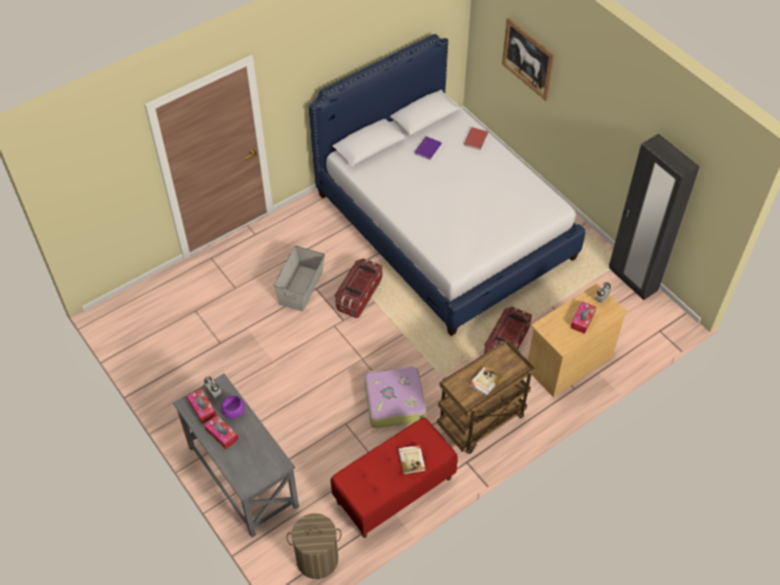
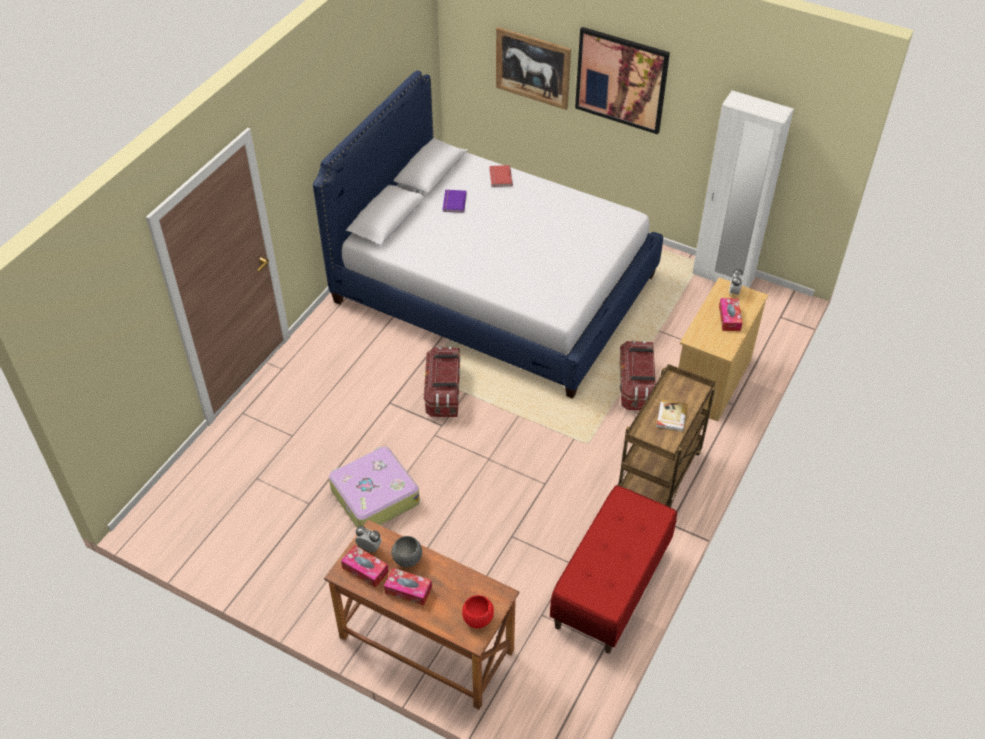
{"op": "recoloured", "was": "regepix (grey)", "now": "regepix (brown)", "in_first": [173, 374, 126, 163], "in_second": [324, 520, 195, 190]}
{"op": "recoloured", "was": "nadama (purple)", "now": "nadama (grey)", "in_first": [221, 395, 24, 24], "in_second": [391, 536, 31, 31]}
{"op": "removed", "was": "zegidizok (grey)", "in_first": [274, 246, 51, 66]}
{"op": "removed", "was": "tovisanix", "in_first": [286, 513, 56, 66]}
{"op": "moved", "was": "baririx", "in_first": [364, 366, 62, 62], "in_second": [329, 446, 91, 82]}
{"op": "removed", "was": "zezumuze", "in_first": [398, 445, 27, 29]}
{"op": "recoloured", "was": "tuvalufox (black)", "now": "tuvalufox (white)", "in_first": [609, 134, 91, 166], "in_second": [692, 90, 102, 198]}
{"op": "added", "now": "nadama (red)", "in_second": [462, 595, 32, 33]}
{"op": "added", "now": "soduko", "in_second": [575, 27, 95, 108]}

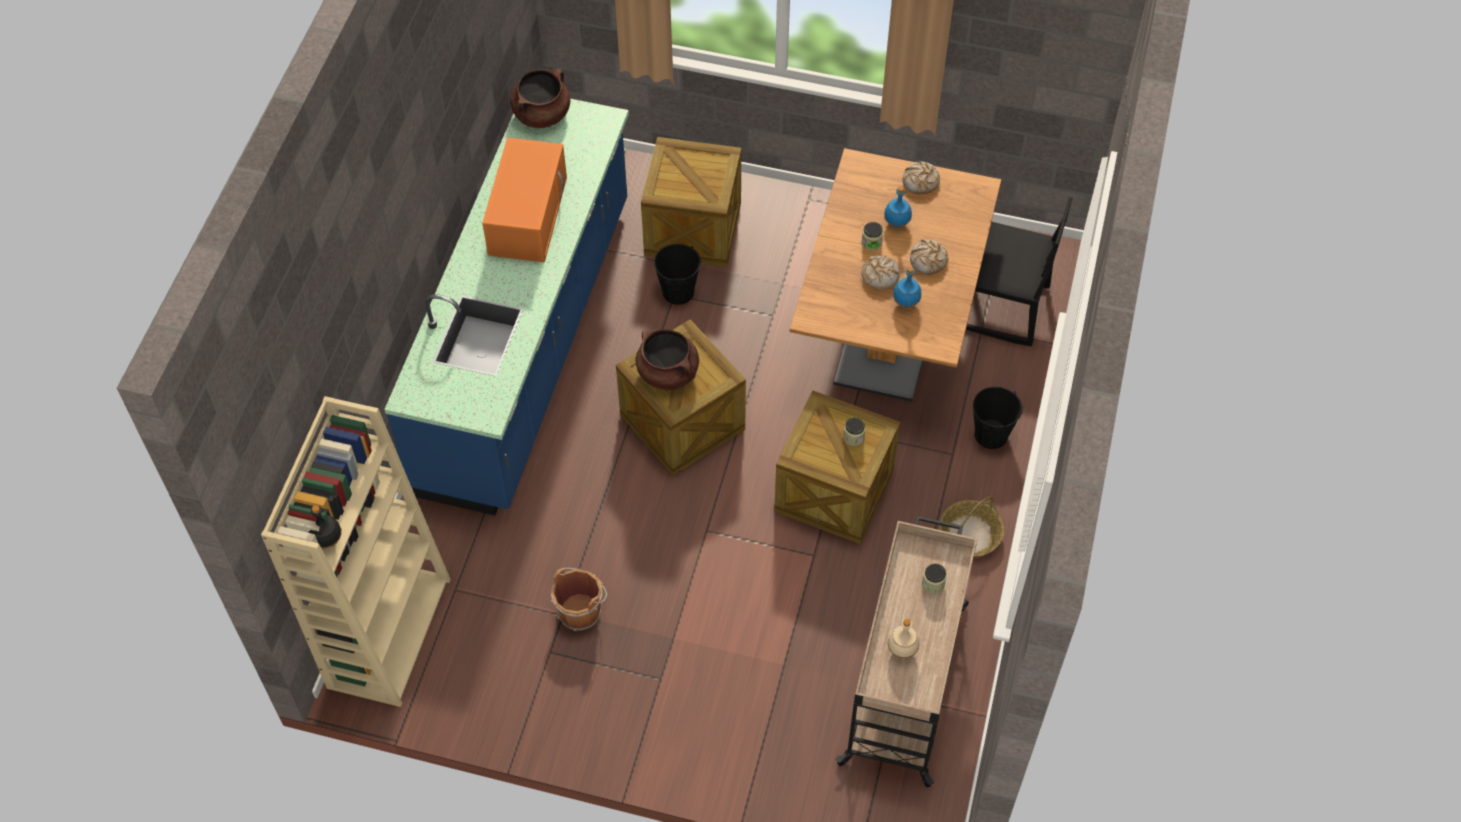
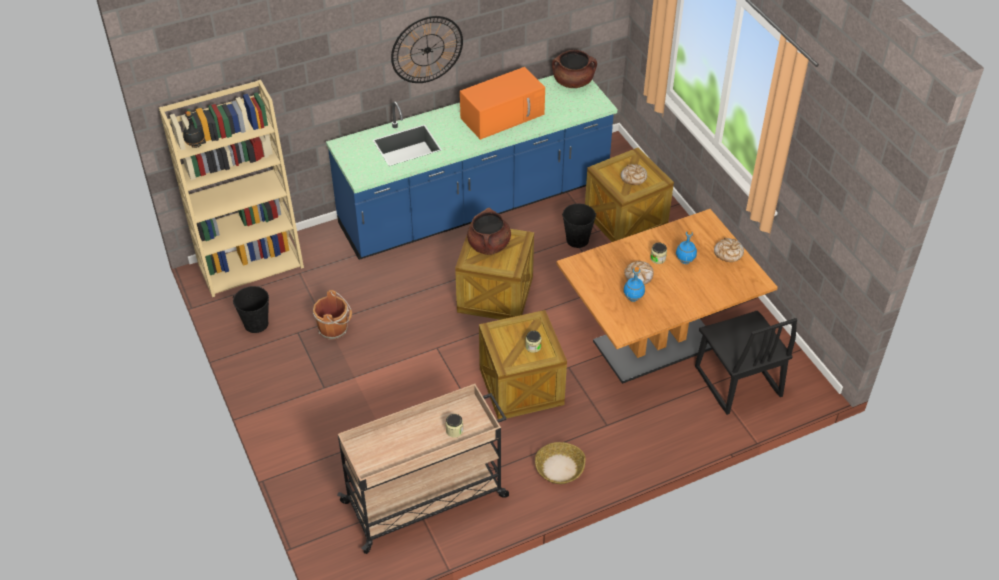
{"op": "removed", "was": "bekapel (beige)", "in_first": [887, 619, 32, 39]}
{"op": "moved", "was": "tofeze", "in_first": [910, 240, 38, 35], "in_second": [621, 164, 26, 21]}
{"op": "moved", "was": "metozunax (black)", "in_first": [973, 387, 50, 62], "in_second": [233, 286, 36, 47]}
{"op": "added", "now": "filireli", "in_second": [391, 16, 72, 67]}

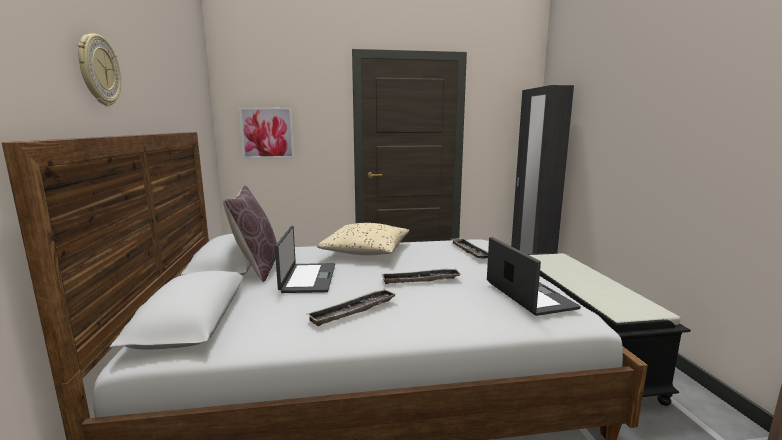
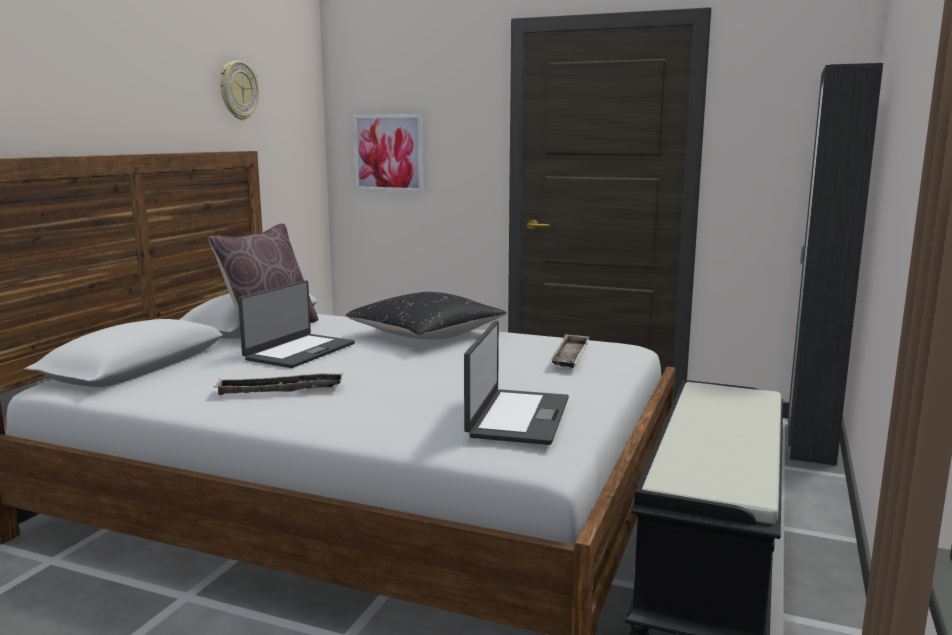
{"op": "moved", "was": "filireli", "in_first": [78, 33, 43, 73], "in_second": [220, 61, 39, 59]}
{"op": "recoloured", "was": "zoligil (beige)", "now": "zoligil (black)", "in_first": [317, 223, 92, 32], "in_second": [346, 292, 161, 48]}
{"op": "removed", "was": "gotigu", "in_first": [381, 268, 80, 16]}

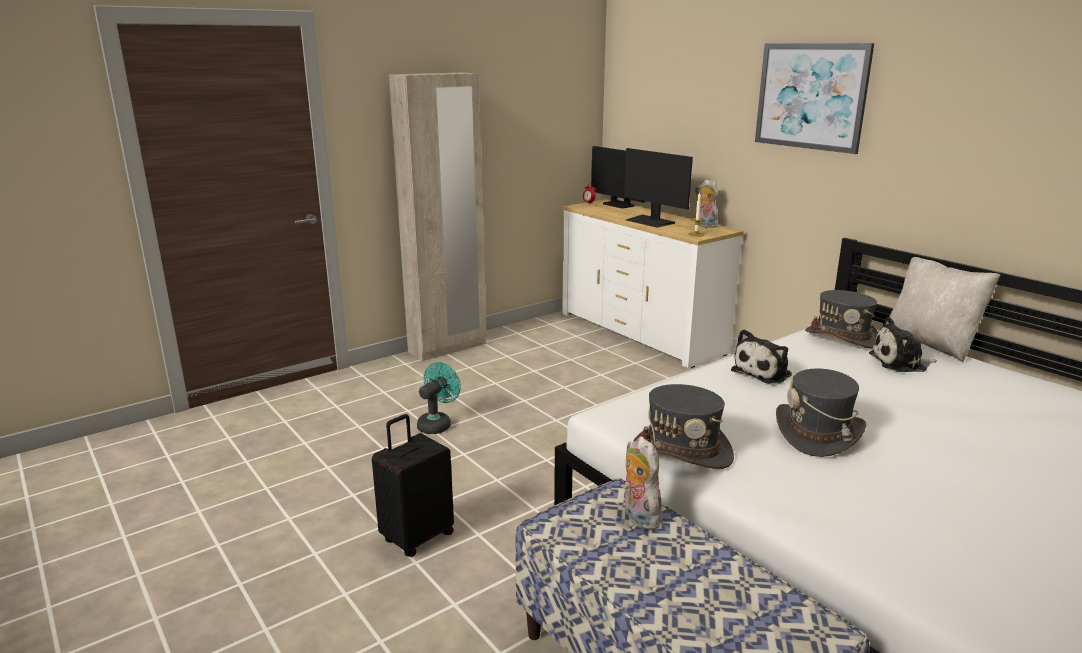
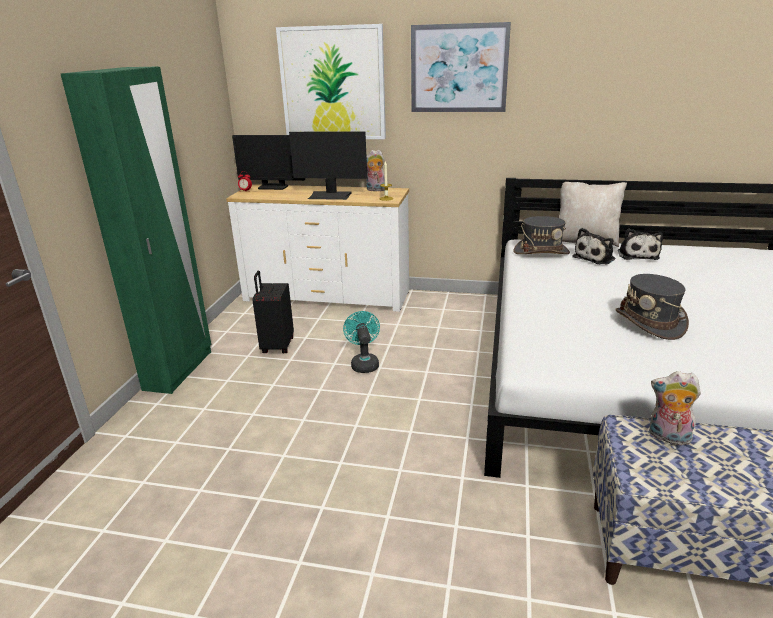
{"op": "moved", "was": "baririx (black)", "in_first": [372, 414, 82, 143], "in_second": [252, 271, 42, 82]}
{"op": "recoloured", "was": "tuvalufox (beige)", "now": "tuvalufox (green)", "in_first": [389, 73, 97, 288], "in_second": [61, 67, 150, 327]}
{"op": "moved", "was": "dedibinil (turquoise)", "in_first": [417, 362, 44, 72], "in_second": [343, 311, 37, 62]}
{"op": "removed", "was": "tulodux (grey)", "in_first": [633, 384, 101, 85]}
{"op": "moved", "was": "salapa", "in_first": [731, 329, 61, 54], "in_second": [618, 229, 45, 31]}
{"op": "added", "now": "soduko", "in_second": [276, 24, 110, 115]}

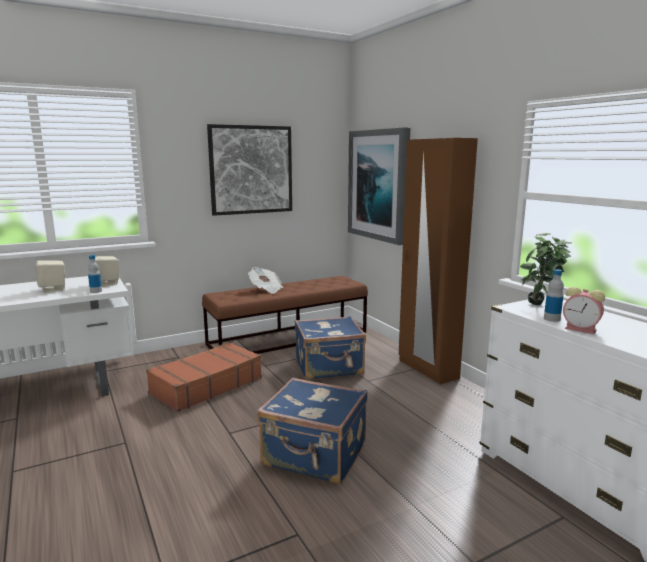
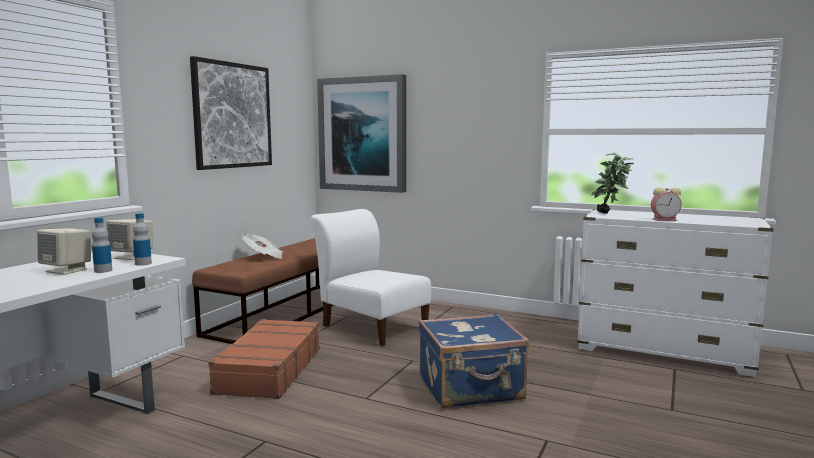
{"op": "replaced", "was": "baririx (blue)", "now": "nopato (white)", "in_first": [295, 316, 71, 63], "in_second": [311, 209, 120, 137]}
{"op": "removed", "was": "tuvalufox (brown)", "in_first": [399, 138, 79, 246]}
{"op": "moved", "was": "bekapel", "in_first": [544, 269, 20, 53], "in_second": [92, 217, 20, 56]}

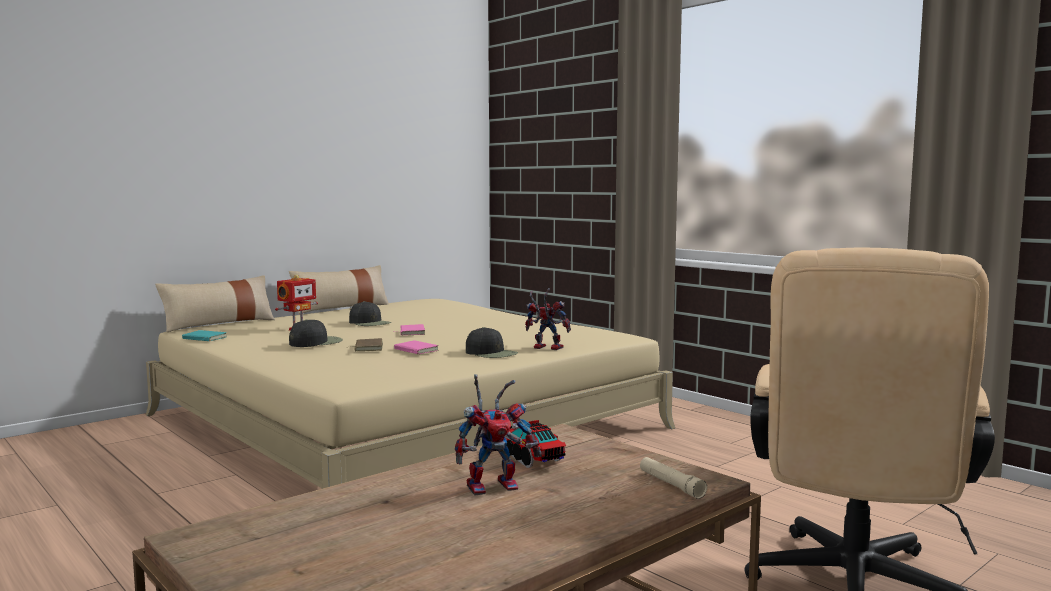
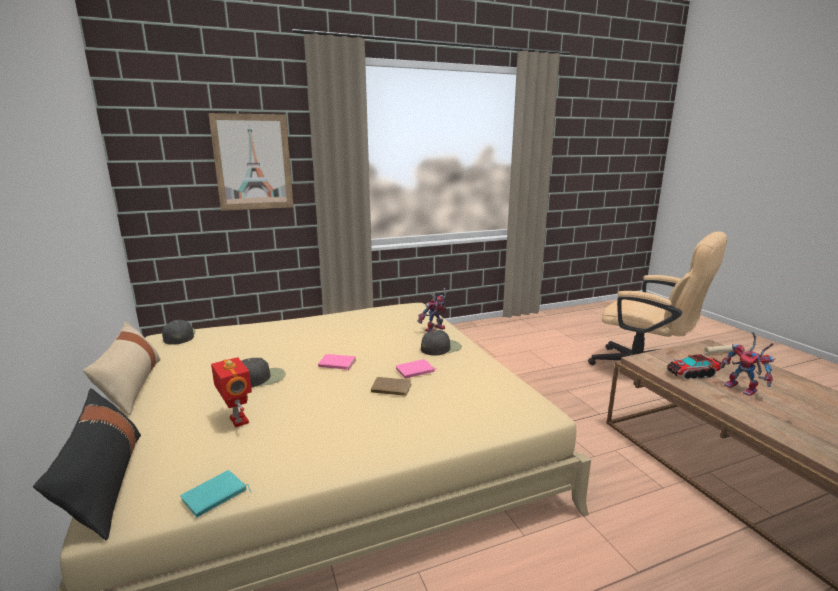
{"op": "recoloured", "was": "zoligil (beige)", "now": "zoligil (black)", "in_first": [155, 275, 120, 57], "in_second": [33, 388, 108, 153]}
{"op": "moved", "was": "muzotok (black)", "in_first": [289, 320, 54, 27], "in_second": [162, 320, 33, 25]}
{"op": "turned", "was": "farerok", "in_first": [455, 374, 87, 122], "in_second": [720, 331, 55, 65], "clockwise": 150}
{"op": "added", "now": "soduko", "in_second": [208, 113, 86, 98]}

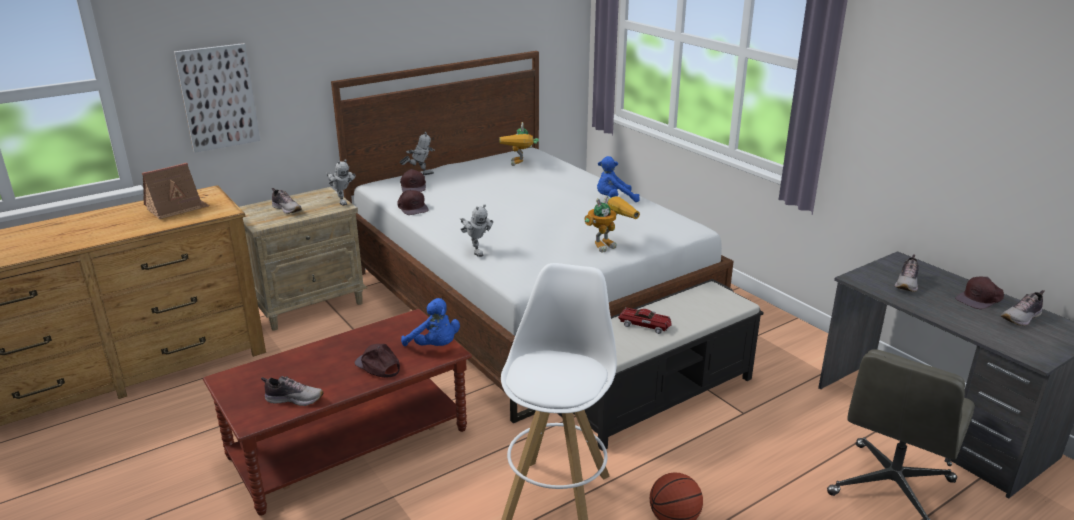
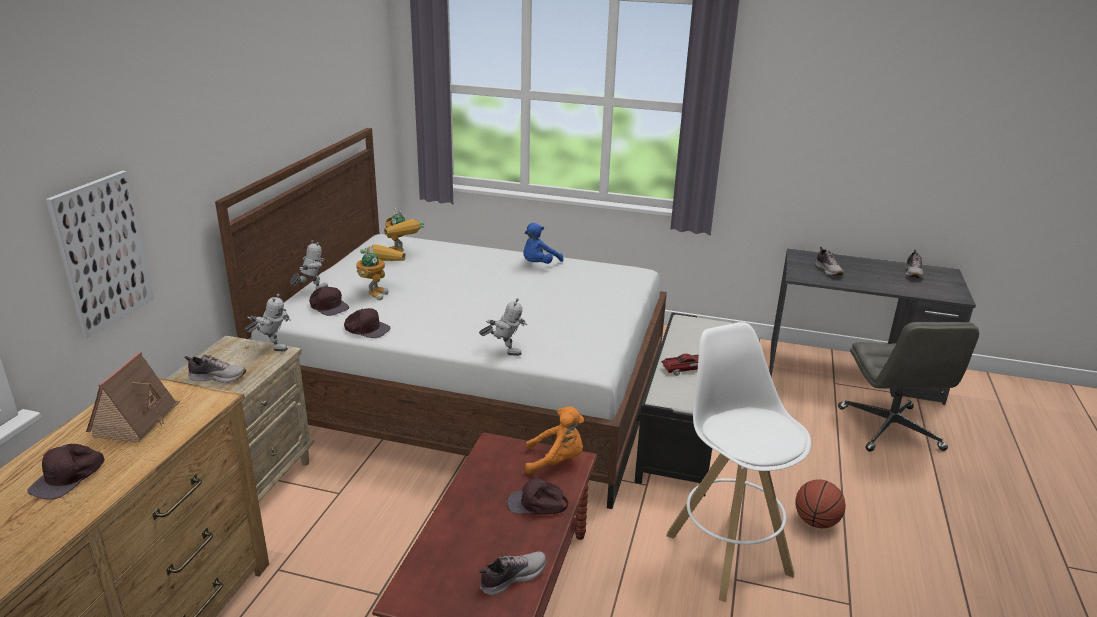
{"op": "recoloured", "was": "salapa (blue)", "now": "salapa (orange)", "in_first": [401, 298, 59, 48], "in_second": [525, 407, 59, 67]}
{"op": "moved", "was": "farerok", "in_first": [584, 196, 56, 57], "in_second": [356, 245, 50, 55]}
{"op": "moved", "was": "muzotok (brown)", "in_first": [955, 277, 49, 32], "in_second": [27, 444, 78, 56]}

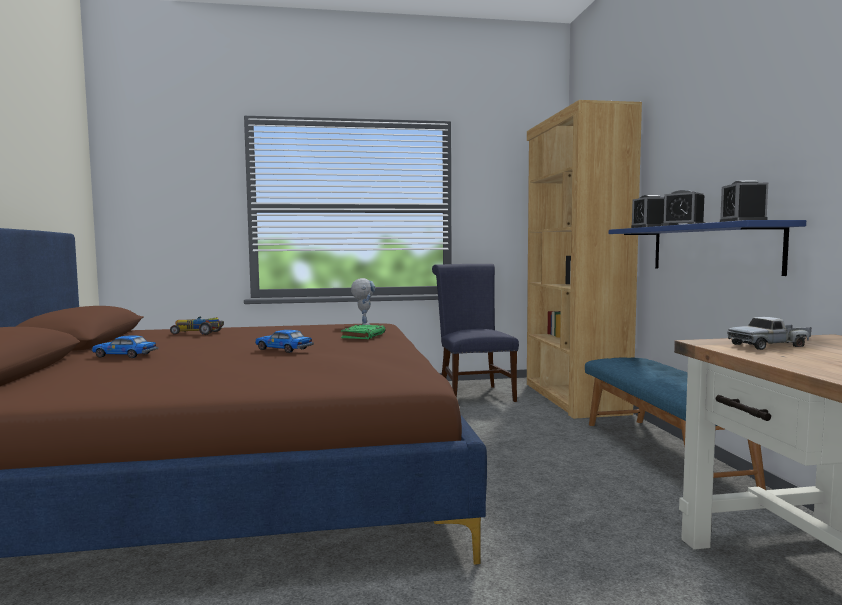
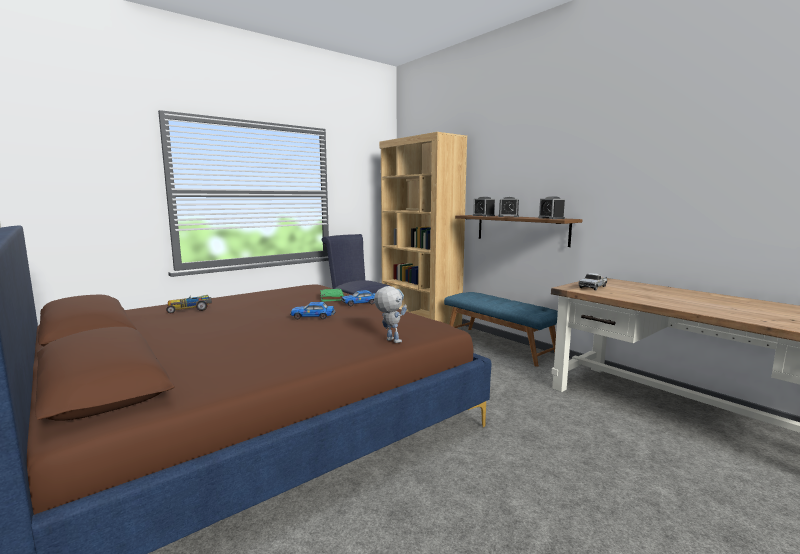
{"op": "moved", "was": "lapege", "in_first": [91, 335, 67, 23], "in_second": [341, 290, 35, 16]}
{"op": "moved", "was": "farerok", "in_first": [351, 278, 24, 47], "in_second": [374, 286, 33, 57]}
{"op": "recoloured", "was": "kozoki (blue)", "now": "kozoki (brown)", "in_first": [609, 220, 197, 56], "in_second": [455, 215, 127, 32]}

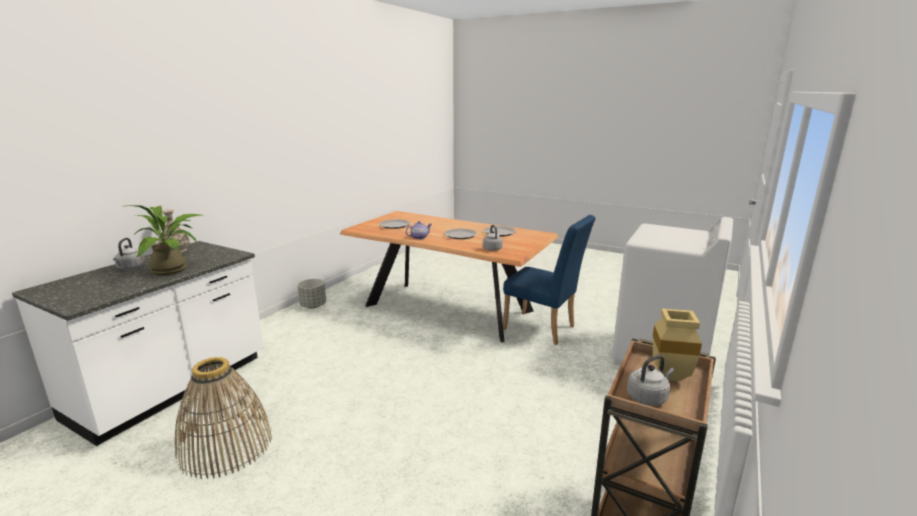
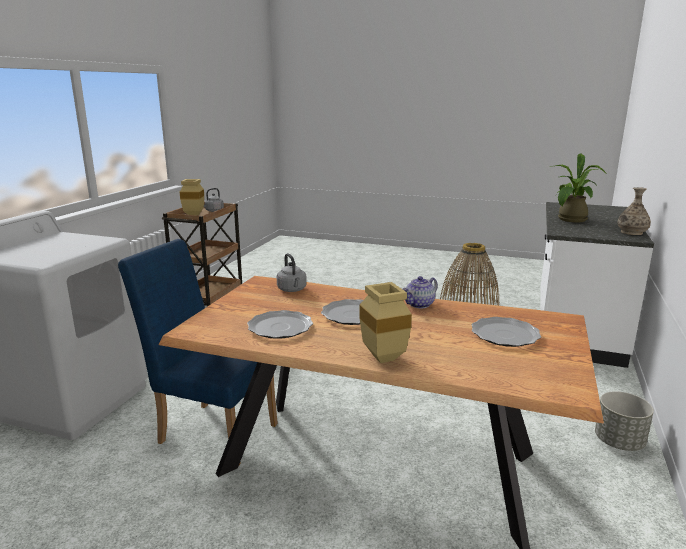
{"op": "removed", "was": "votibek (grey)", "in_first": [113, 238, 32, 32]}
{"op": "added", "now": "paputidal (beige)", "in_second": [359, 282, 53, 81]}

